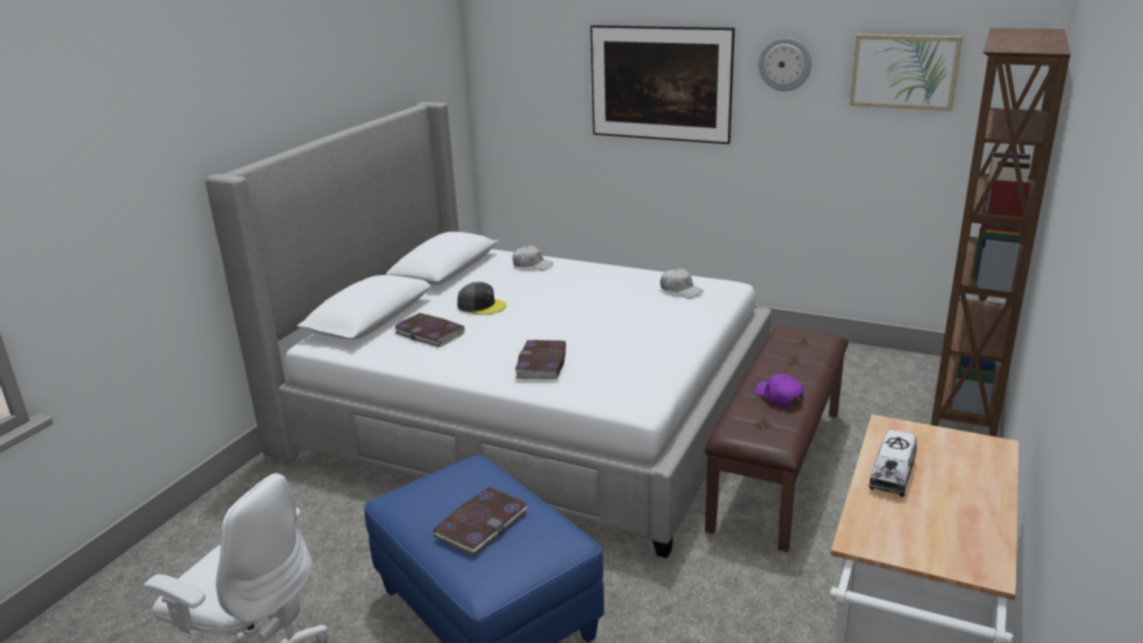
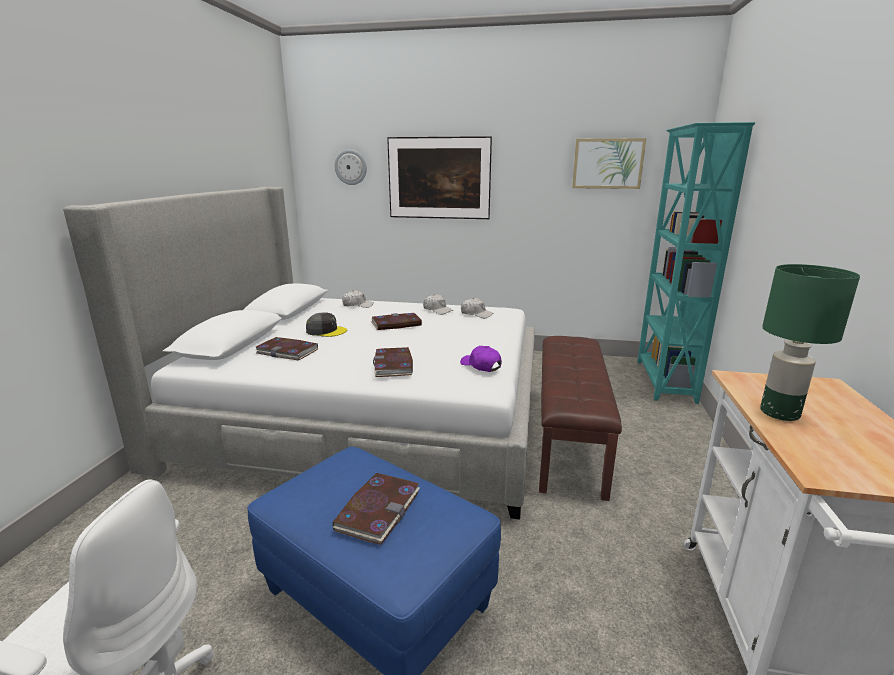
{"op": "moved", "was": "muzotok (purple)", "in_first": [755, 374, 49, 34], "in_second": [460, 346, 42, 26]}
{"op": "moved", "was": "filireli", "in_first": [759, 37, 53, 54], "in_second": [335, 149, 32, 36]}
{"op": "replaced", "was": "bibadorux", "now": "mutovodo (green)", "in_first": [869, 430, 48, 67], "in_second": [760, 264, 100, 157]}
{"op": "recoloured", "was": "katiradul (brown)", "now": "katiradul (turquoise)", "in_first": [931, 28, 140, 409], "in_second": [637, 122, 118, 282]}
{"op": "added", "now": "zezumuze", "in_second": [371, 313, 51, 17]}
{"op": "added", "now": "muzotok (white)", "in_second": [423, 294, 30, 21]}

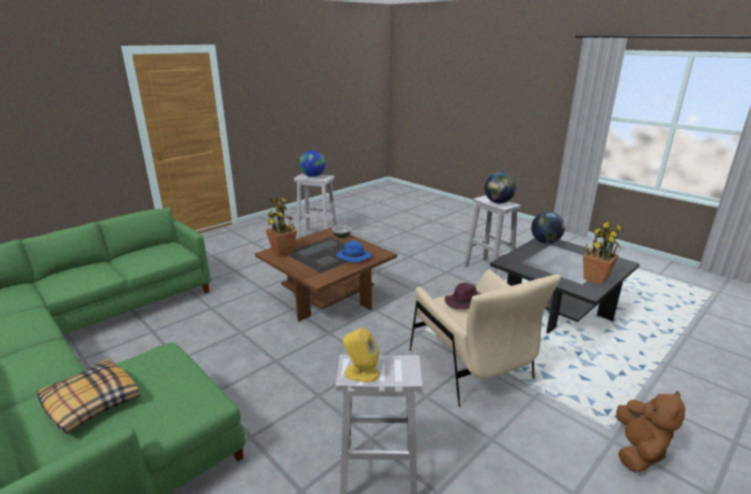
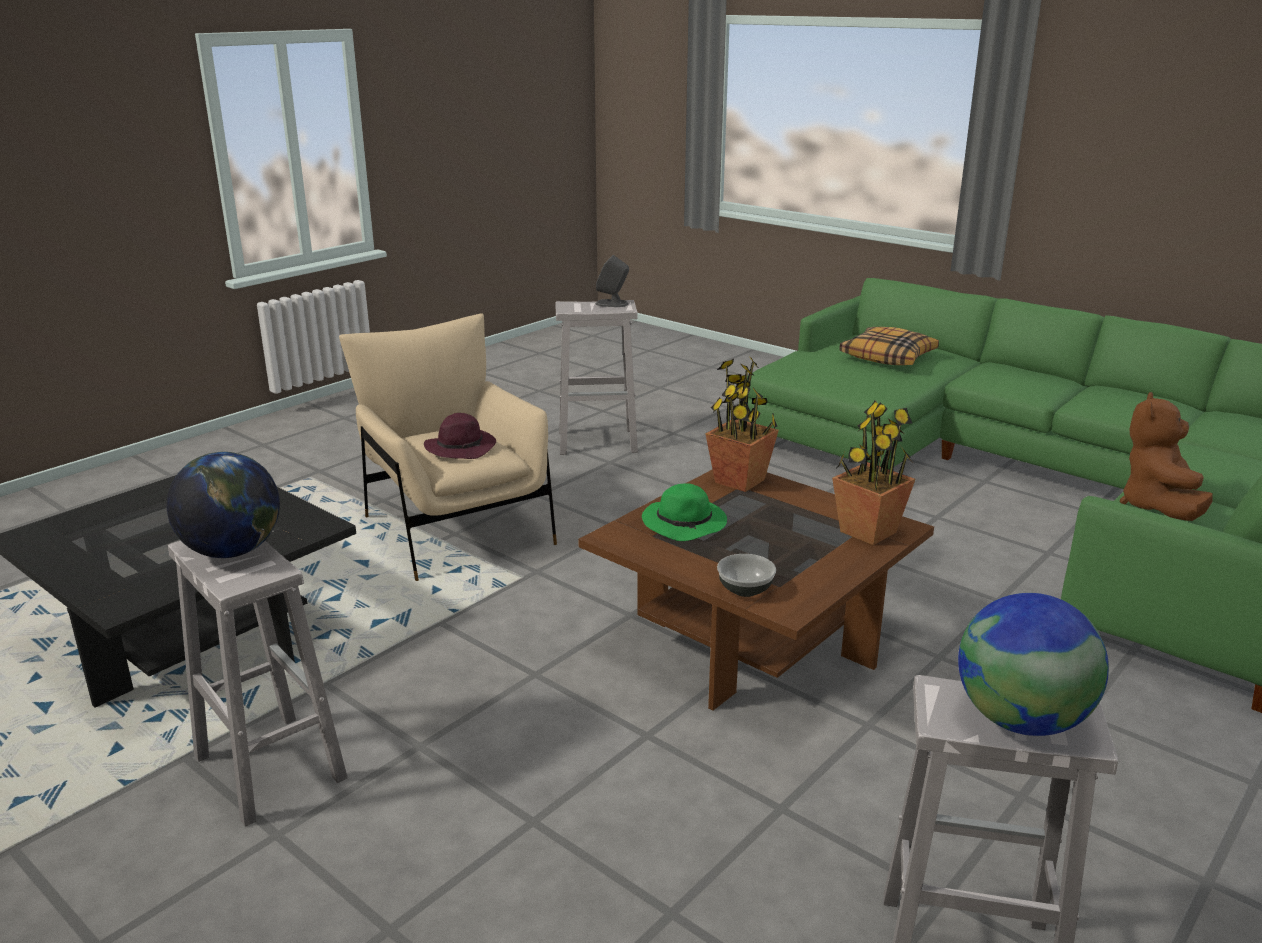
{"op": "recoloured", "was": "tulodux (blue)", "now": "tulodux (green)", "in_first": [336, 241, 35, 22], "in_second": [642, 483, 85, 58]}
{"op": "recoloured", "was": "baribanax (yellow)", "now": "baribanax (grey)", "in_first": [343, 328, 36, 54], "in_second": [596, 255, 33, 52]}
{"op": "removed", "was": "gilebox", "in_first": [531, 211, 34, 33]}
{"op": "moved", "was": "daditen", "in_first": [583, 221, 40, 64], "in_second": [705, 357, 74, 135]}
{"op": "moved", "was": "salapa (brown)", "in_first": [616, 391, 69, 81], "in_second": [1120, 392, 93, 129]}

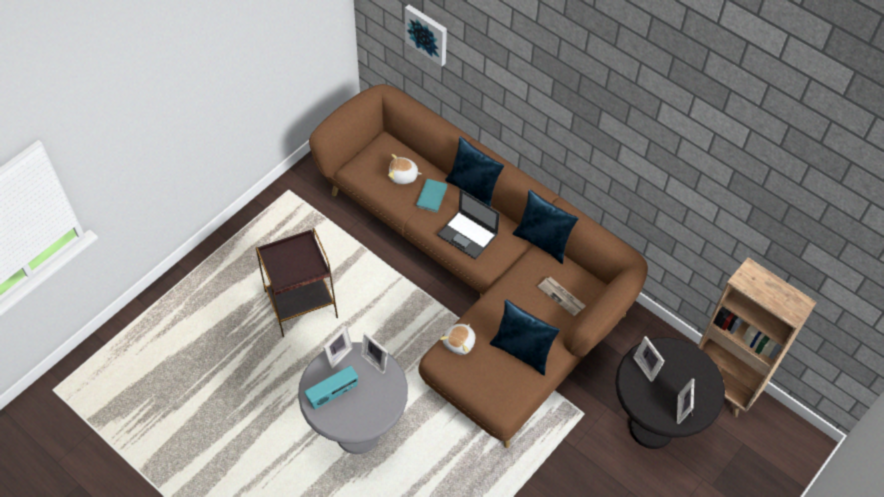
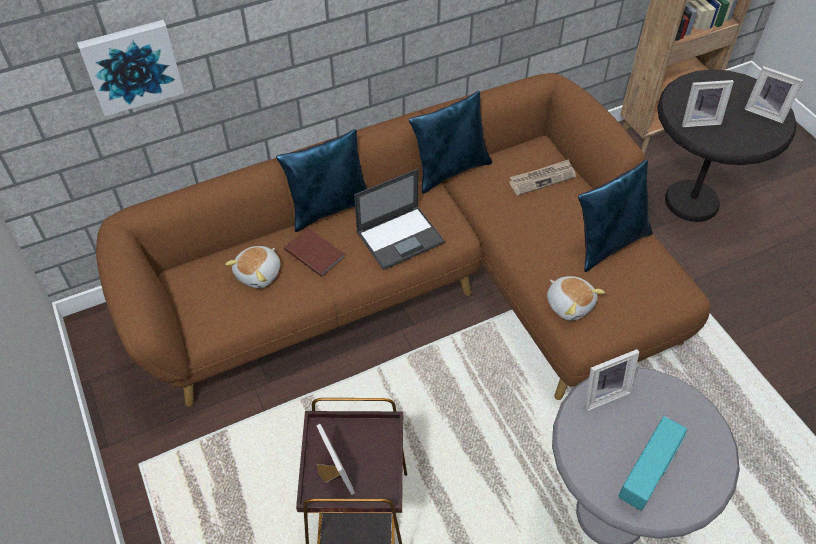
{"op": "turned", "was": "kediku", "in_first": [304, 365, 54, 44], "in_second": [619, 416, 68, 95], "clockwise": 45}
{"op": "moved", "was": "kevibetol", "in_first": [323, 326, 30, 43], "in_second": [316, 424, 39, 71]}
{"op": "recoloured", "was": "zezumuze (turquoise)", "now": "zezumuze (brown)", "in_first": [416, 179, 32, 33], "in_second": [284, 228, 61, 49]}

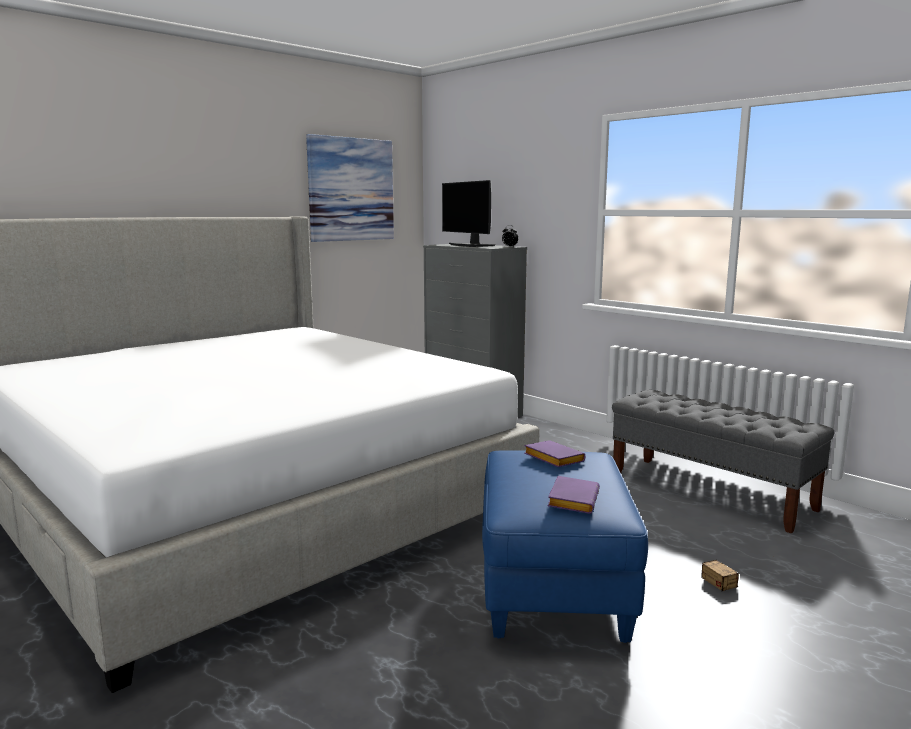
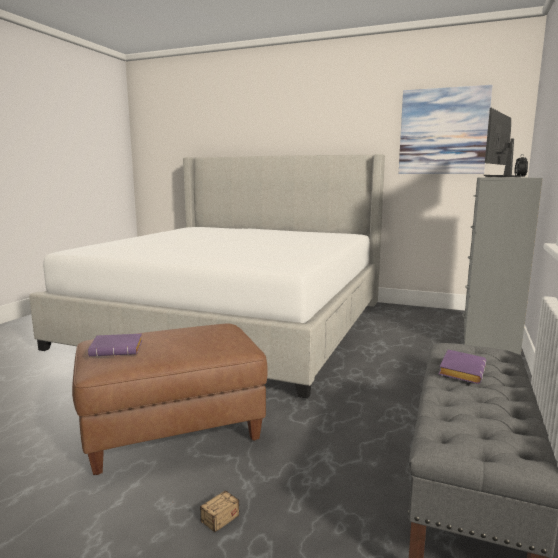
{"op": "recoloured", "was": "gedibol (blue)", "now": "gedibol (brown)", "in_first": [482, 450, 166, 193], "in_second": [72, 323, 196, 152]}
{"op": "moved", "was": "zezumuze (purple)", "in_first": [524, 440, 61, 27], "in_second": [439, 350, 47, 34]}

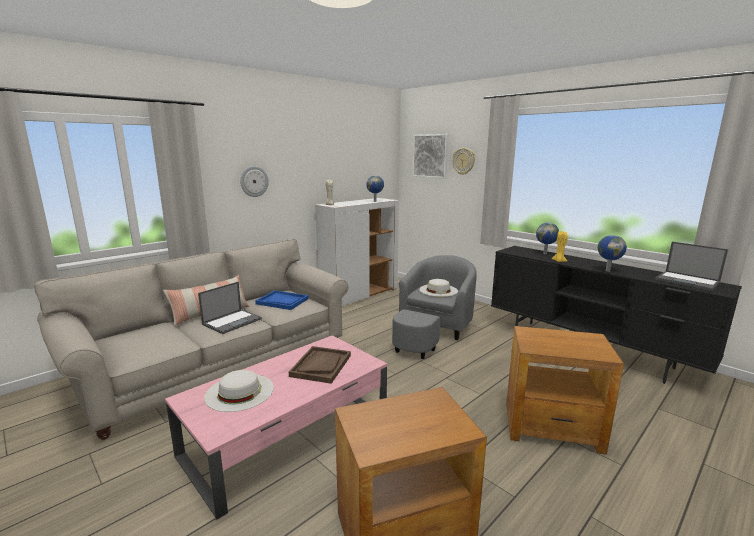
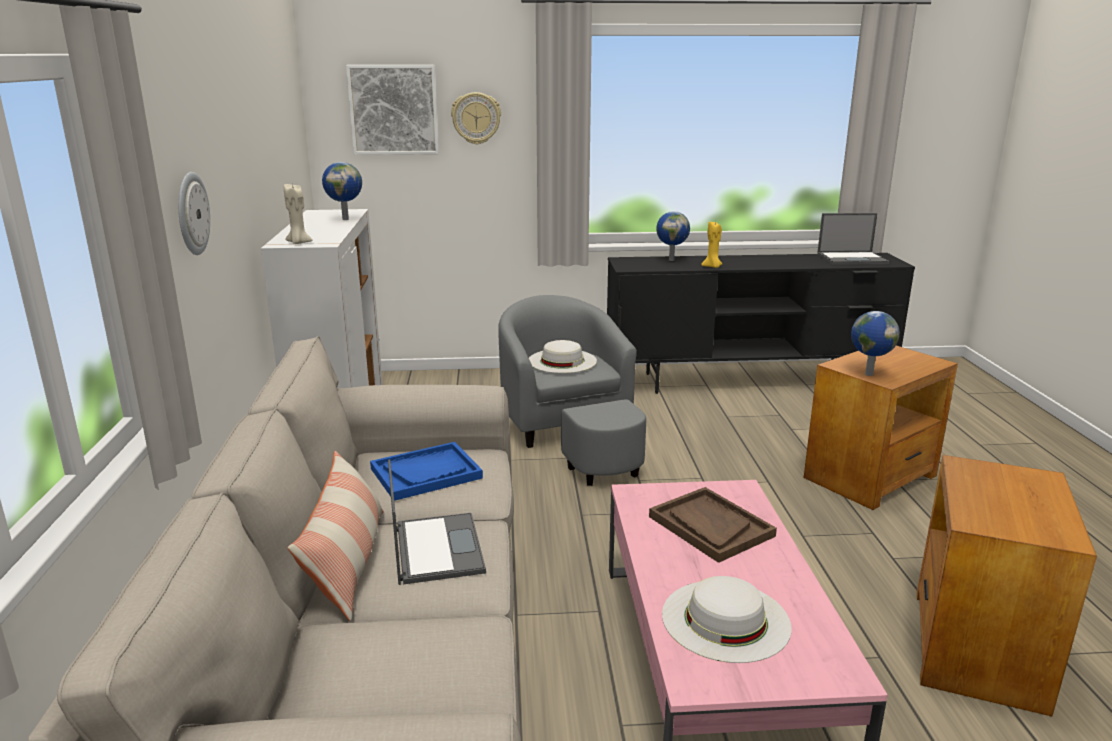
{"op": "moved", "was": "gilebox", "in_first": [598, 235, 29, 37], "in_second": [851, 311, 49, 65]}

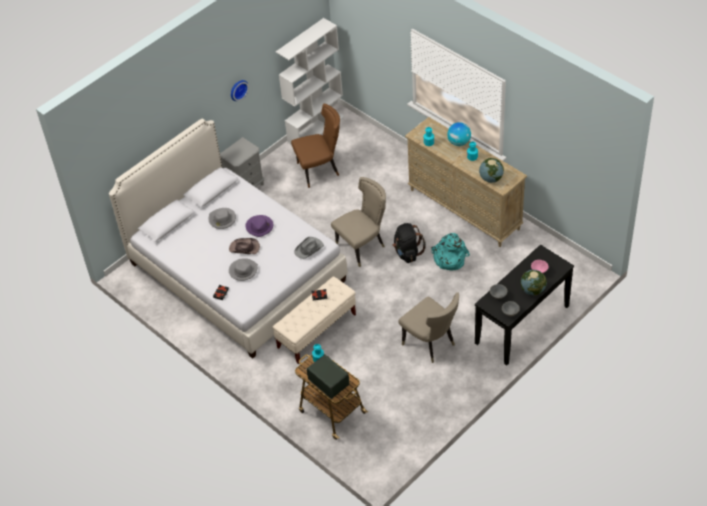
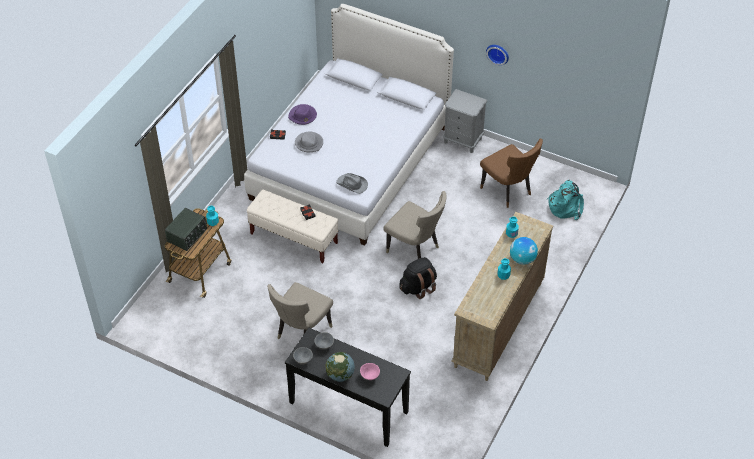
{"op": "removed", "was": "tulodux (grey)", "in_first": [208, 208, 28, 21]}
{"op": "removed", "was": "tulodux (brown)", "in_first": [229, 238, 31, 16]}
{"op": "moved", "was": "tulodux (purple)", "in_first": [245, 215, 28, 22], "in_second": [288, 104, 29, 21]}
{"op": "removed", "was": "katiradul (white)", "in_first": [276, 18, 69, 127]}
{"op": "moved", "was": "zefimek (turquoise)", "in_first": [431, 233, 39, 37], "in_second": [547, 180, 37, 40]}
{"op": "removed", "was": "gilebox", "in_first": [479, 158, 25, 25]}

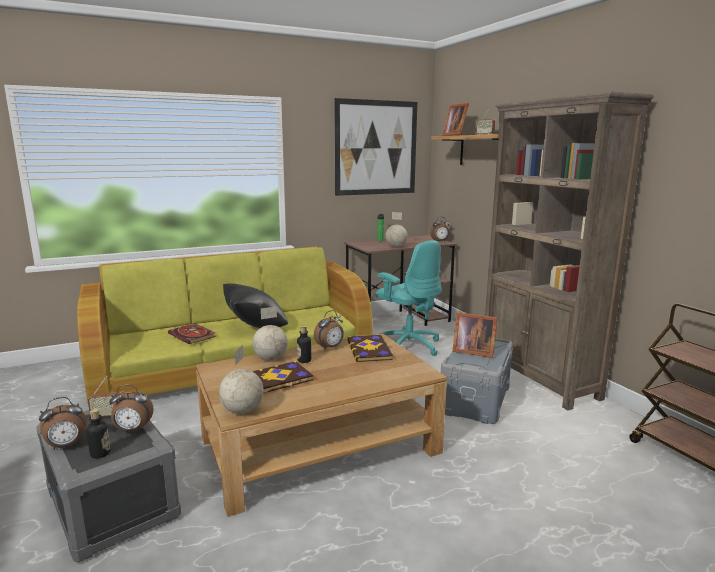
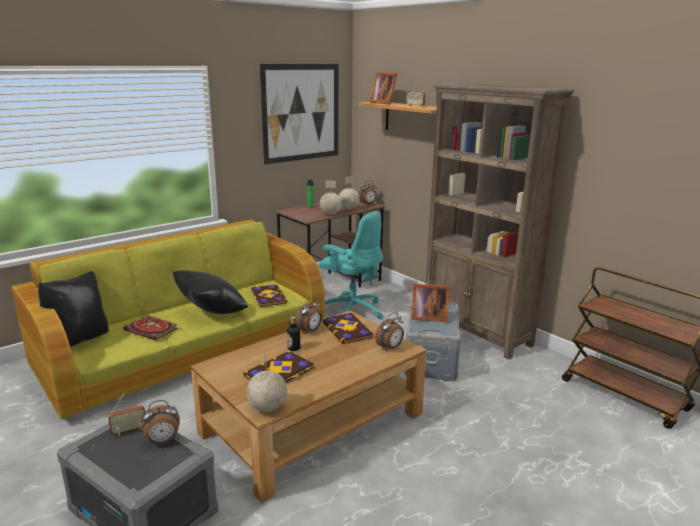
{"op": "moved", "was": "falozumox", "in_first": [39, 397, 47, 53], "in_second": [375, 312, 29, 39]}
{"op": "removed", "was": "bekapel", "in_first": [86, 409, 24, 50]}
{"op": "moved", "was": "gilebox", "in_first": [252, 307, 36, 53], "in_second": [339, 176, 20, 33]}
{"op": "added", "now": "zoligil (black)", "in_second": [38, 271, 71, 76]}
{"op": "added", "now": "zezumuze", "in_second": [250, 284, 38, 23]}

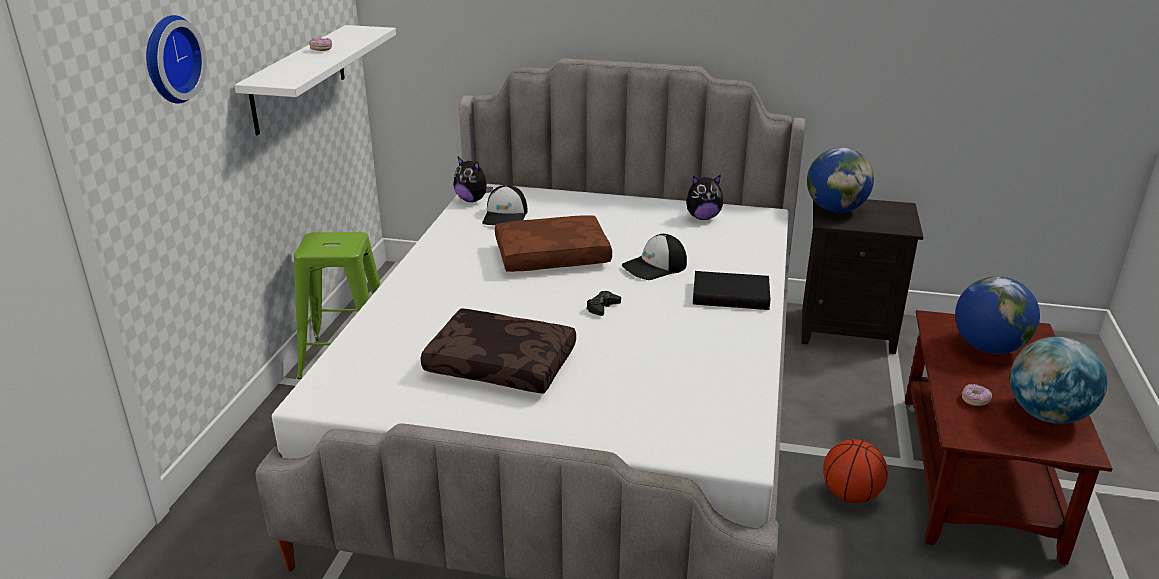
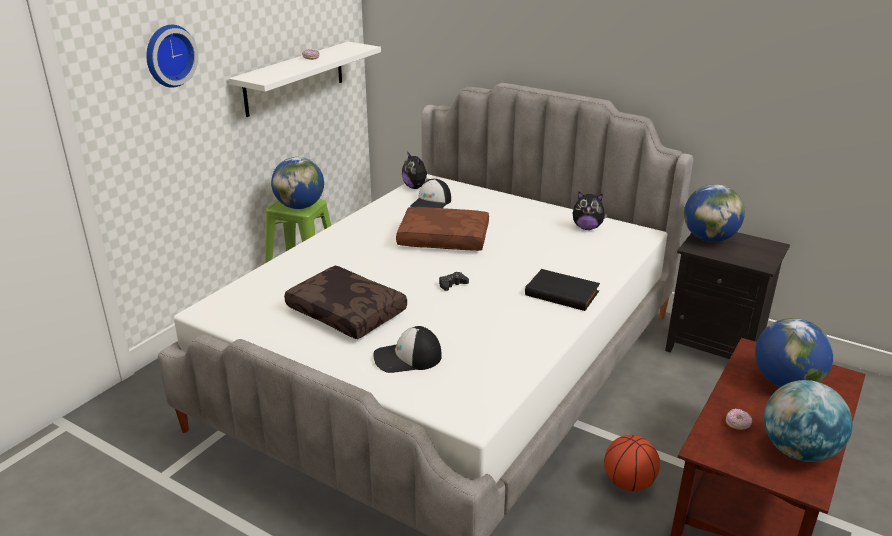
{"op": "moved", "was": "muzotok", "in_first": [622, 234, 65, 46], "in_second": [373, 326, 69, 47]}
{"op": "added", "now": "gilebox", "in_second": [271, 157, 53, 52]}

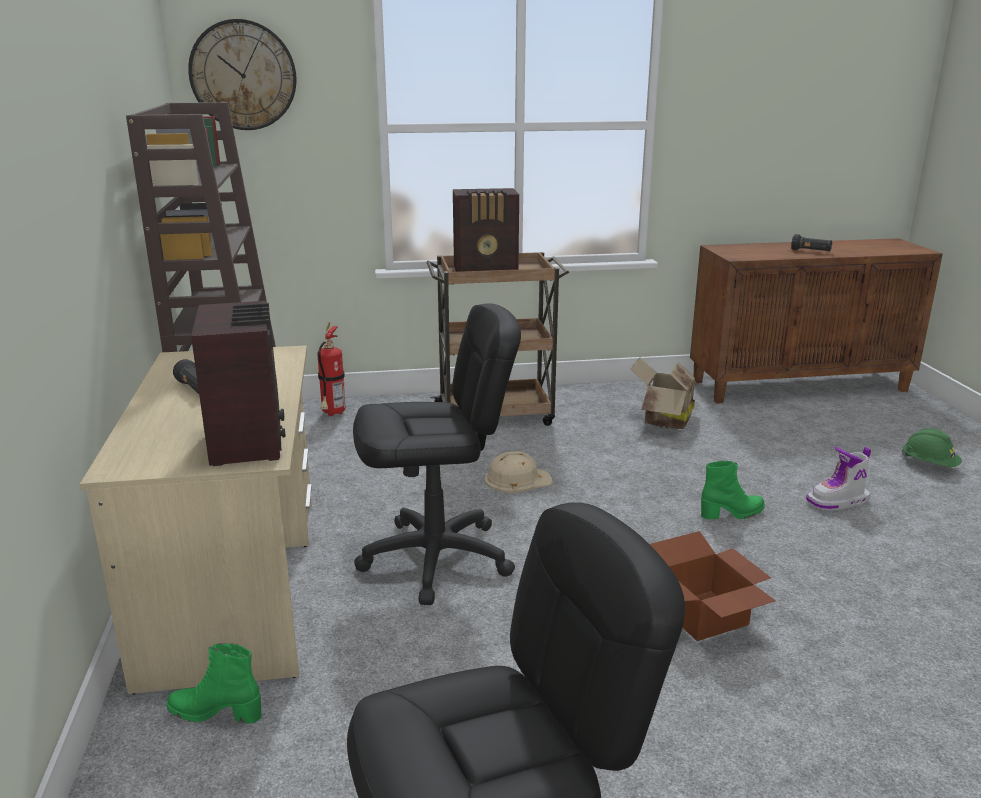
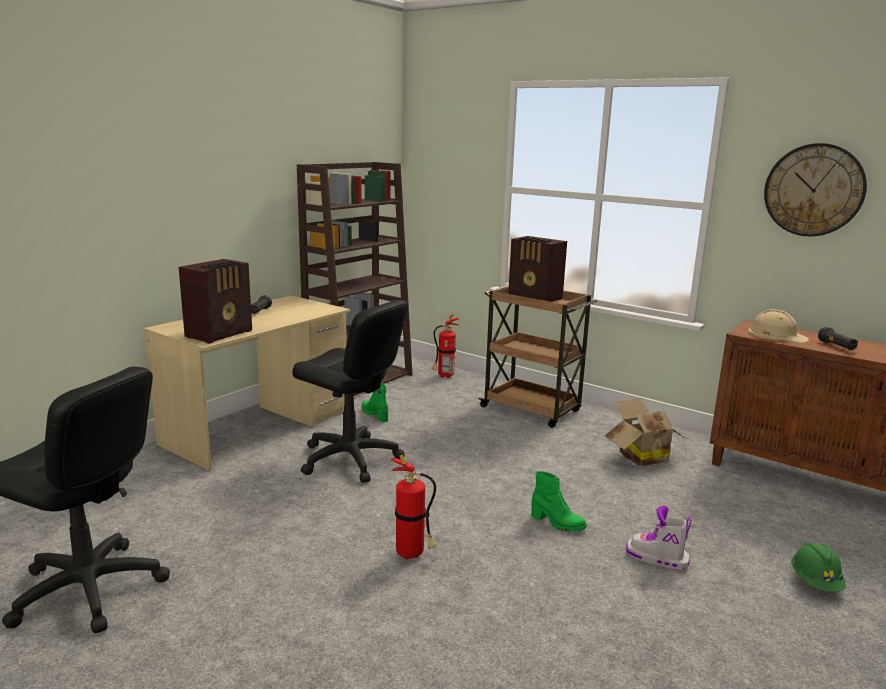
{"op": "moved", "was": "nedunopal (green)", "in_first": [166, 643, 96, 81], "in_second": [361, 383, 27, 39]}
{"op": "moved", "was": "filireli", "in_first": [188, 19, 109, 111], "in_second": [764, 143, 103, 93]}
{"op": "moved", "was": "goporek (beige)", "in_first": [485, 451, 68, 42], "in_second": [748, 309, 61, 34]}
{"op": "replaced", "was": "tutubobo", "now": "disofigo", "in_first": [650, 531, 126, 110], "in_second": [391, 454, 46, 106]}

